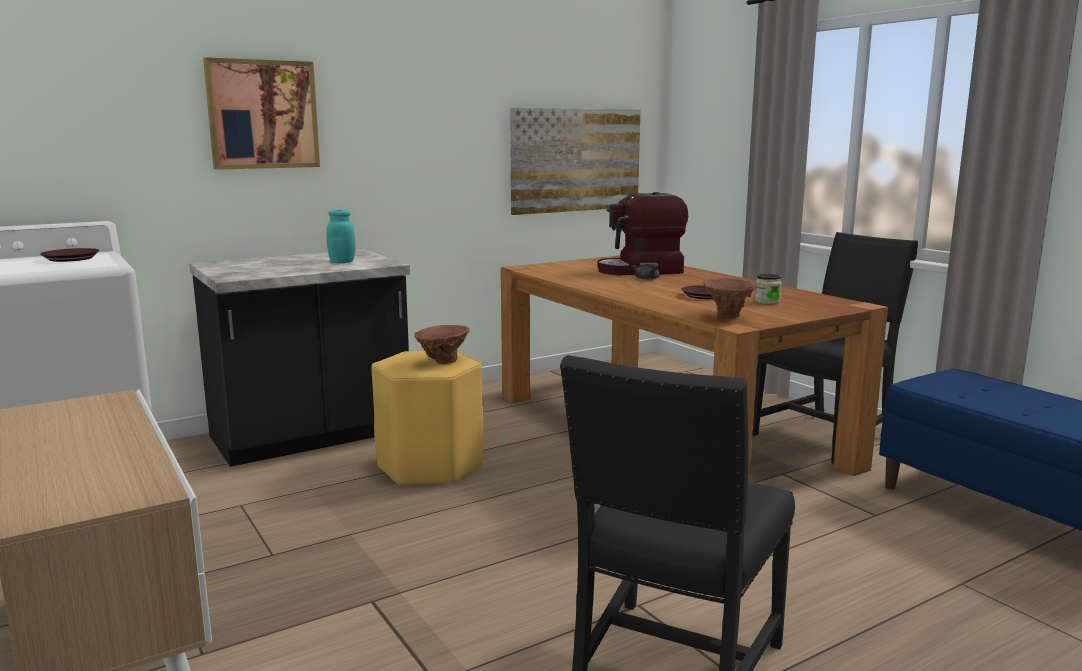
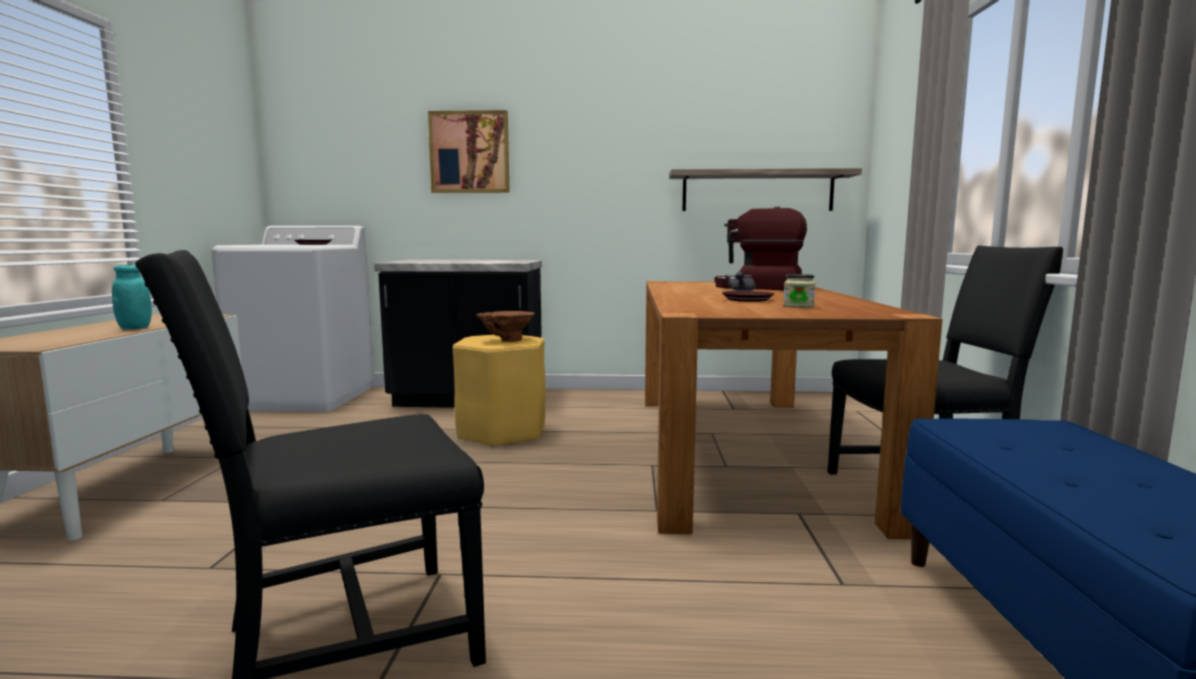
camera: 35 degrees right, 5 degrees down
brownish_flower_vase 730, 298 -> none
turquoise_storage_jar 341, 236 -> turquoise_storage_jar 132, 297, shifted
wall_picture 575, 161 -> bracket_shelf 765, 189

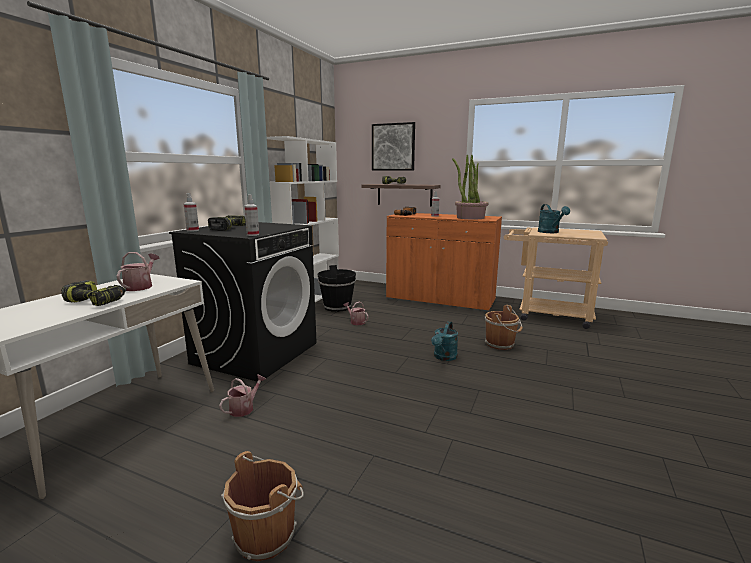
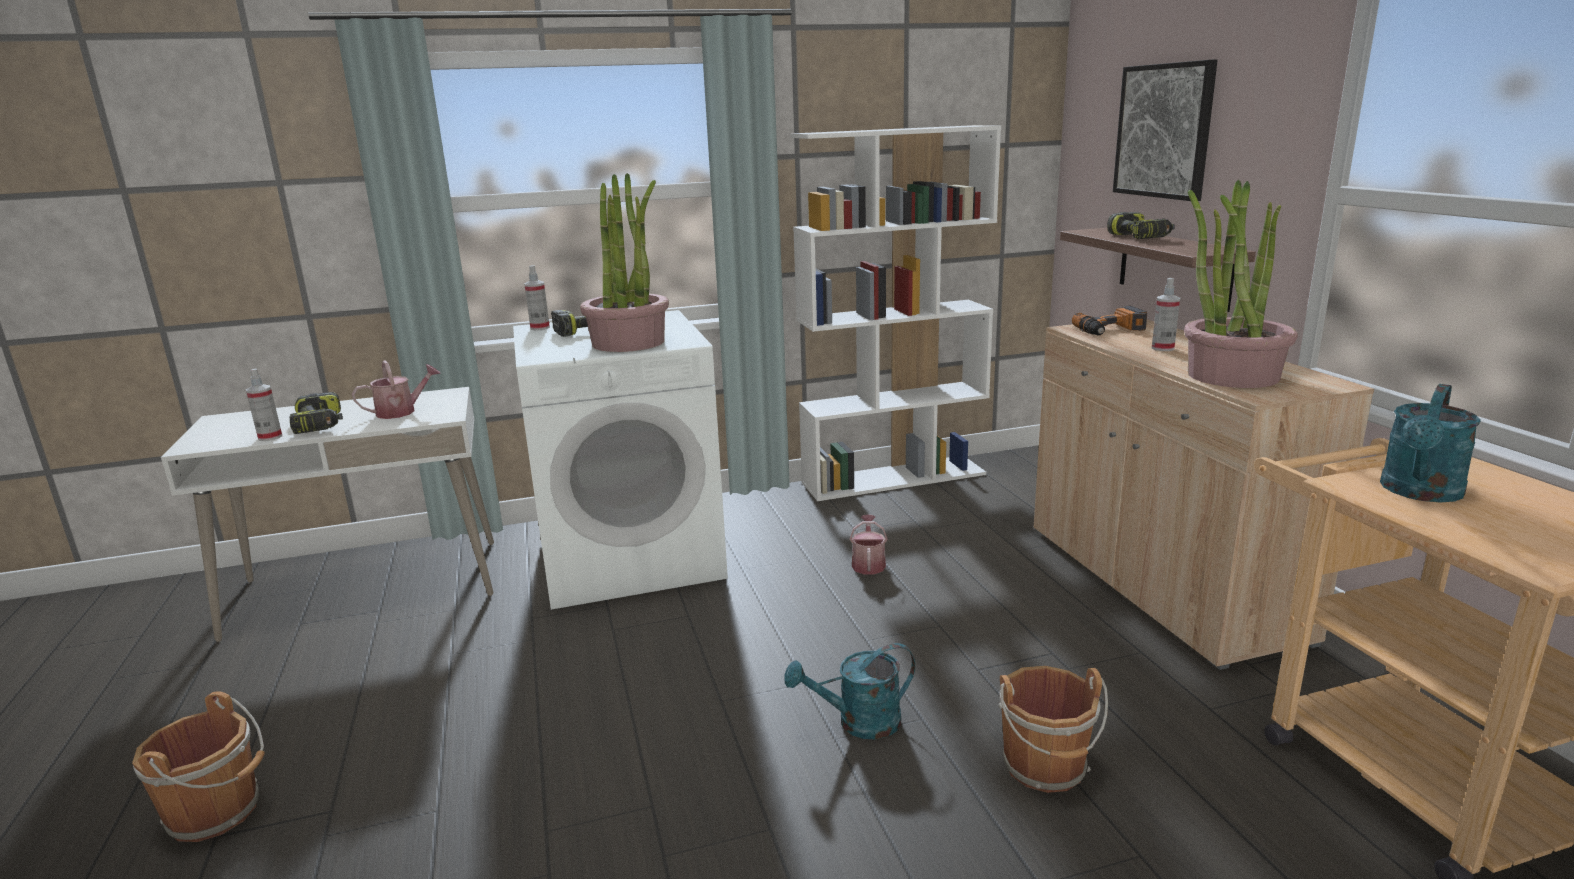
camera: 50 degrees right, 5 degrees up
sprinkling_can 242, 395 -> none
black-coloured_bucket 336, 288 -> none
none -> houseplant 624, 262
spray_bottle 251, 215 -> spray_bottle 264, 404, shifted
black-coloured_washing_machine 243, 302 -> whitish_washing_machine 620, 460
orange_cabinet 444, 262 -> beige_cabinet 1204, 494

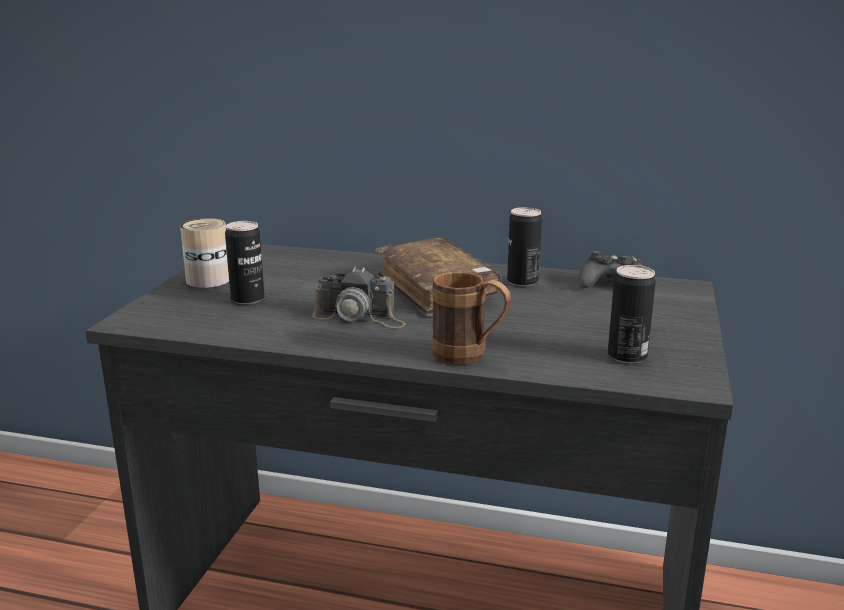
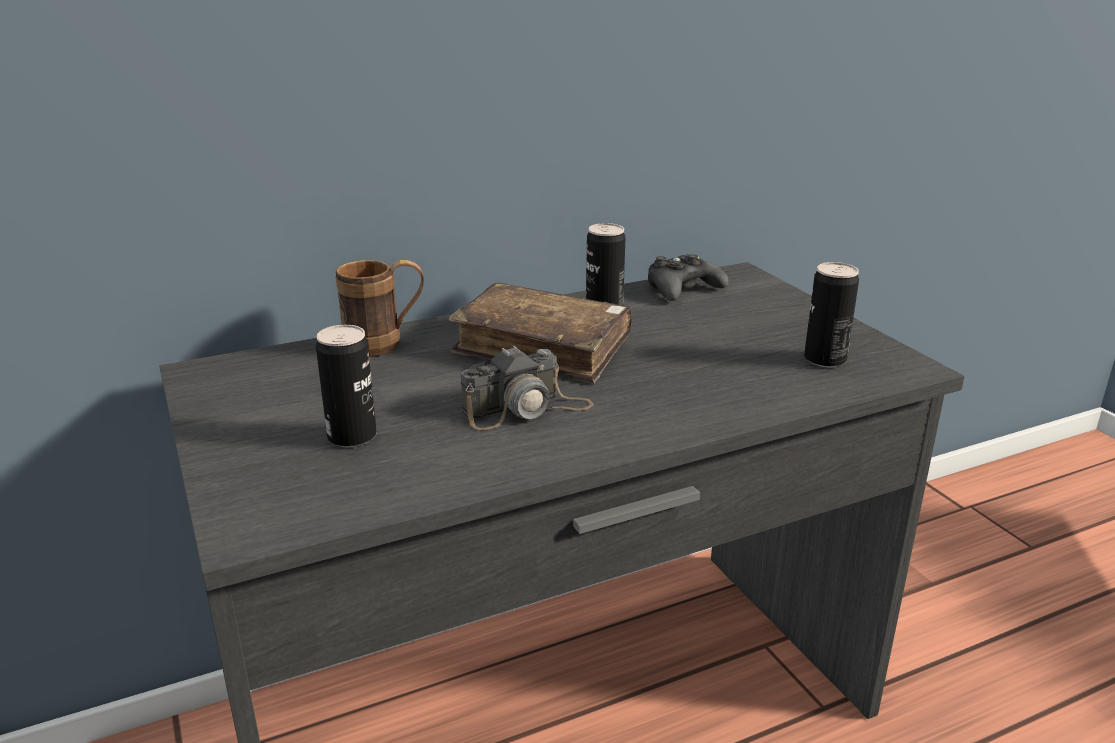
camera: 40 degrees left, 5 degrees up
sealed_can 204, 253 -> none
brownish_mug 471, 318 -> brownish_mug 380, 308, shifted

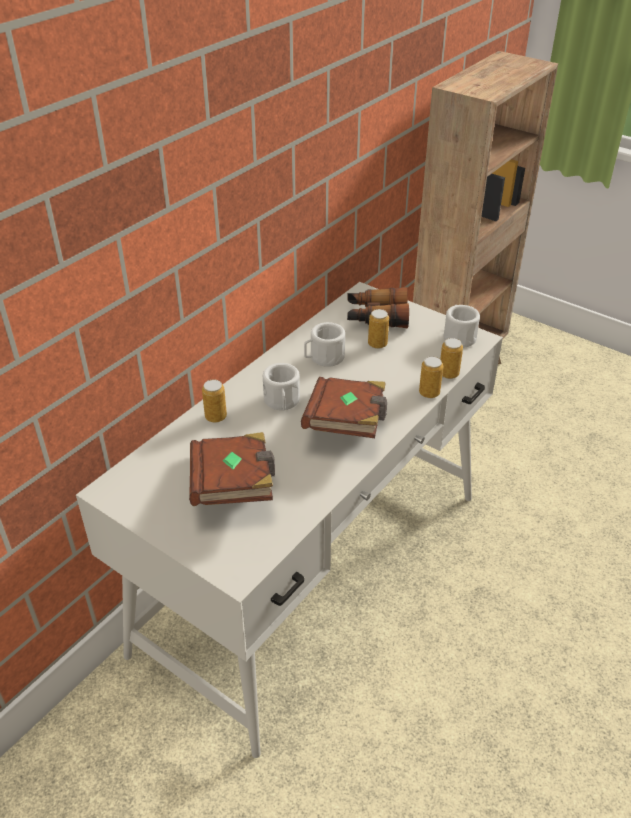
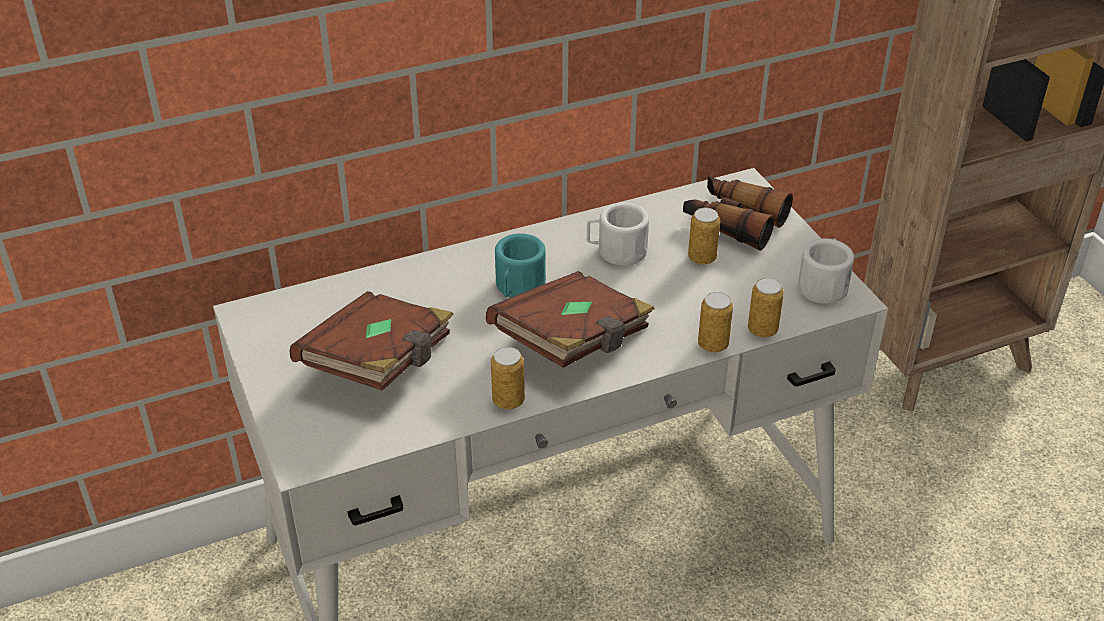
camera: 30 degrees right, 0 degrees up
sealed_can 214, 401 -> sealed_can 508, 378, shifted
whitish_mug 281, 386 -> turquoise_mug 520, 265

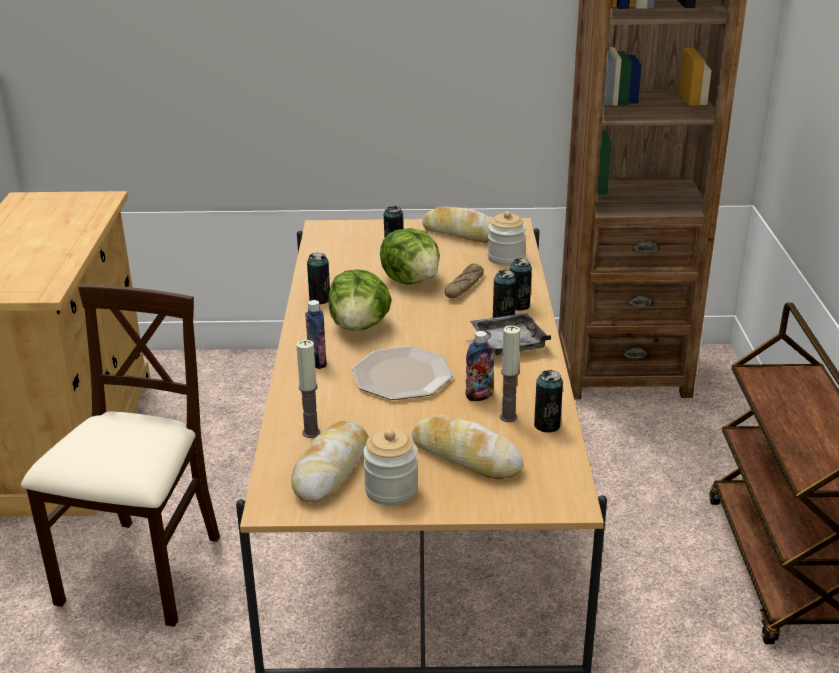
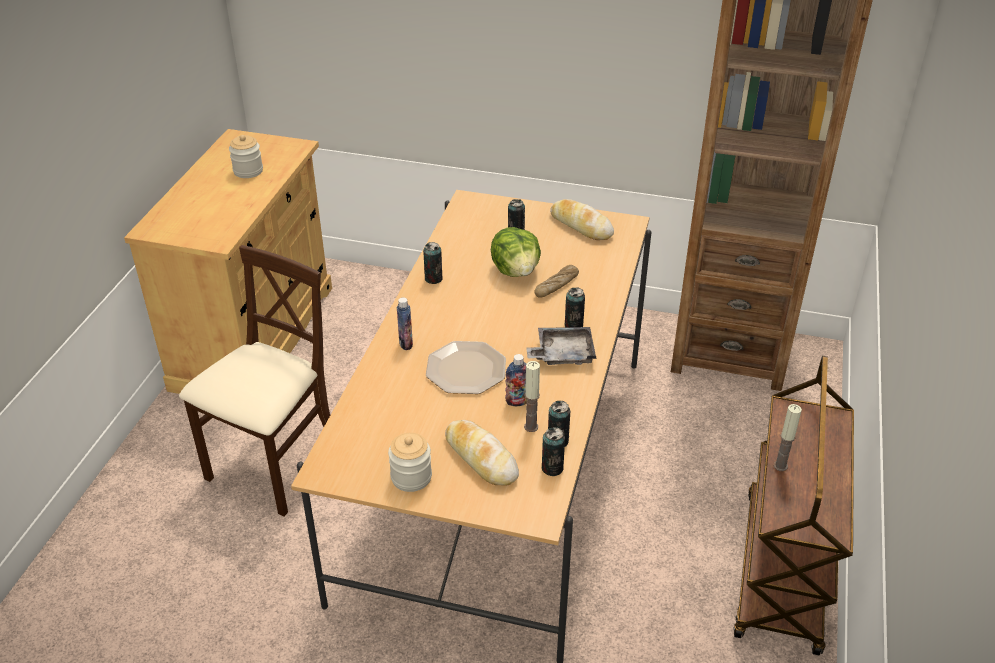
camera: 15 degrees right, 10 degrees up
bread 330, 461 -> none
head_of_lettuce 360, 300 -> none
candle 308, 389 -> candle 788, 437, shifted
storage_jar 507, 238 -> storage_jar 246, 156, shifted
sealed_can 521, 284 -> sealed_can 553, 451, shifted

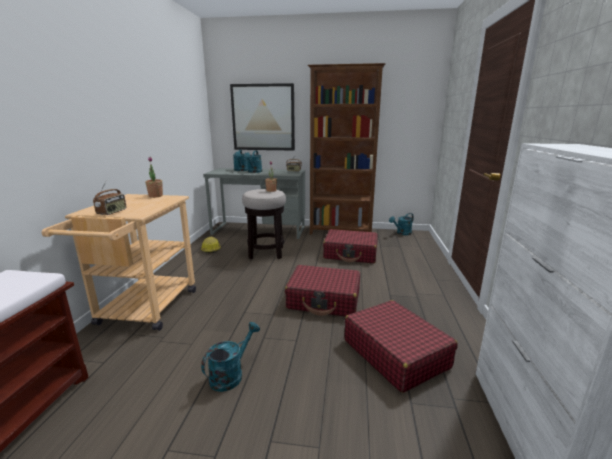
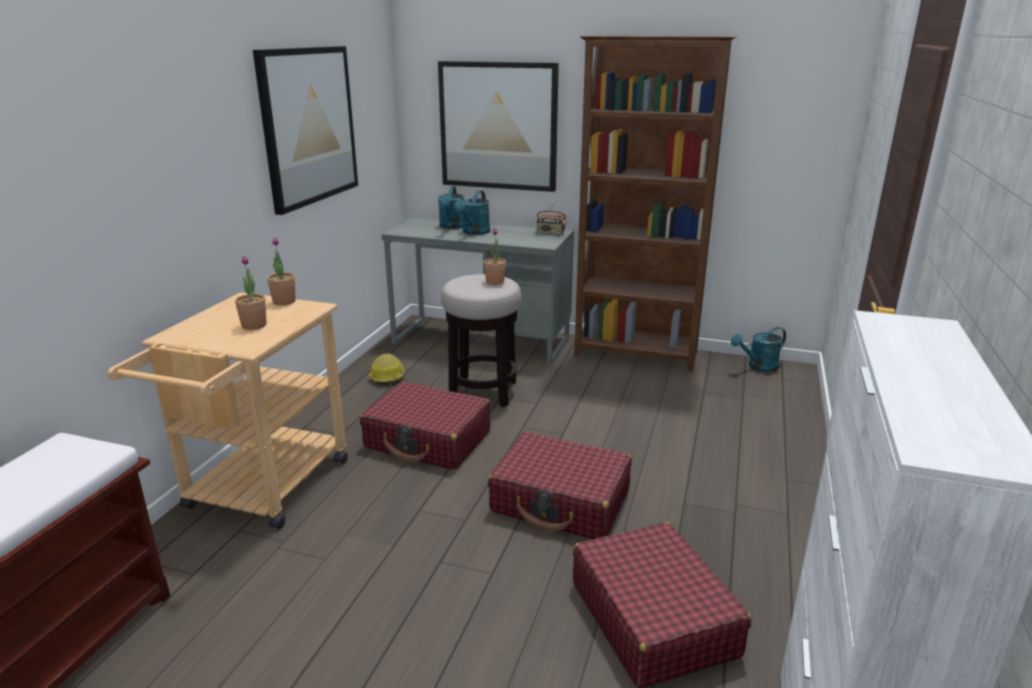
camera: 10 degrees right, 5 degrees up
radio_receiver 109, 197 -> none
turquoise_sprinkling_can 230, 357 -> none
none -> houseplant 251, 293
none -> wall_picture 305, 130
red_travel_case 350, 246 -> red_travel_case 425, 425, shifted

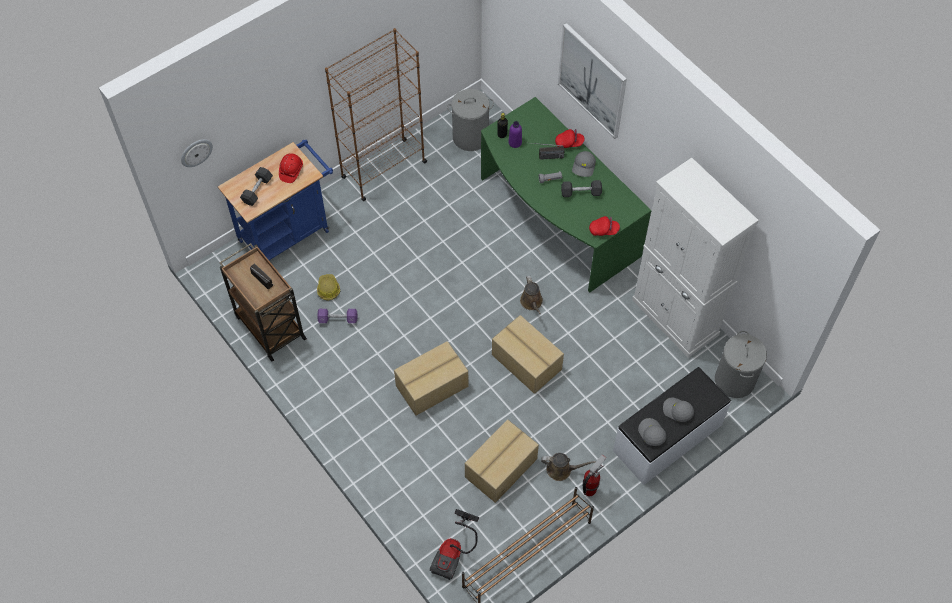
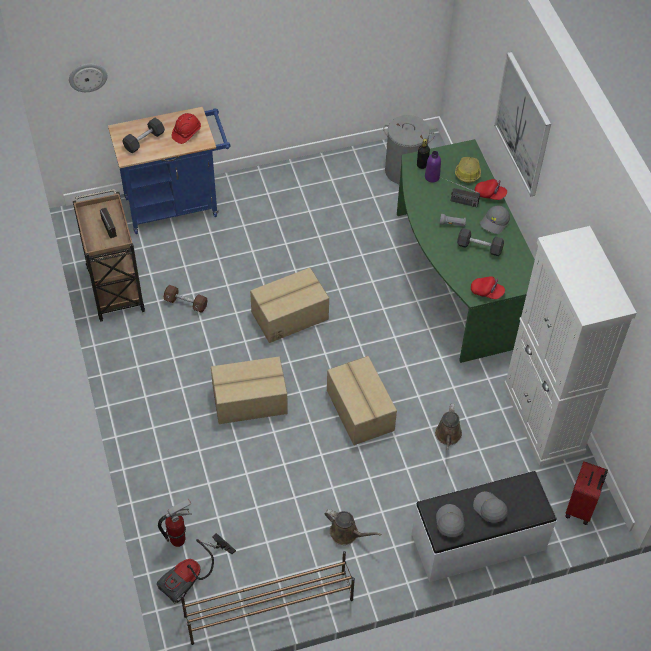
camera: 20 degrees right, 5 degrees down
brownish_bookshelf 376, 114 -> none
safety_helmet 328, 287 -> safety_helmet 468, 170, shifted
cardboard_box 502, 461 -> cardboard_box 289, 305, shifted
brownish_sprinkling_can 531, 295 -> brownish_sprinkling_can 448, 427, shifted
fire-fighting_cylinder 595, 475 -> fire-fighting_cylinder 175, 522, shifted
gray_washing_basket 741, 364 -> red_travel_case 586, 493
purple_free_weight 337, 316 -> brownish_free_weight 186, 299

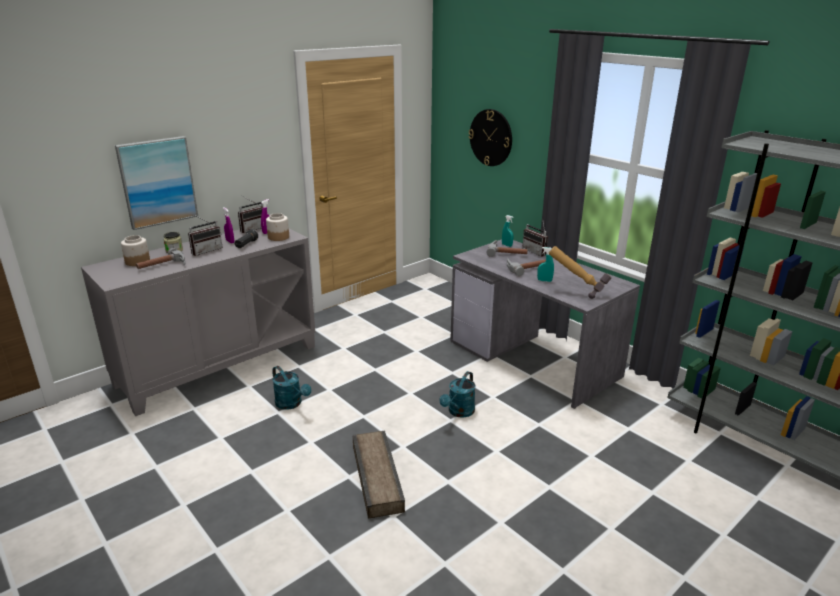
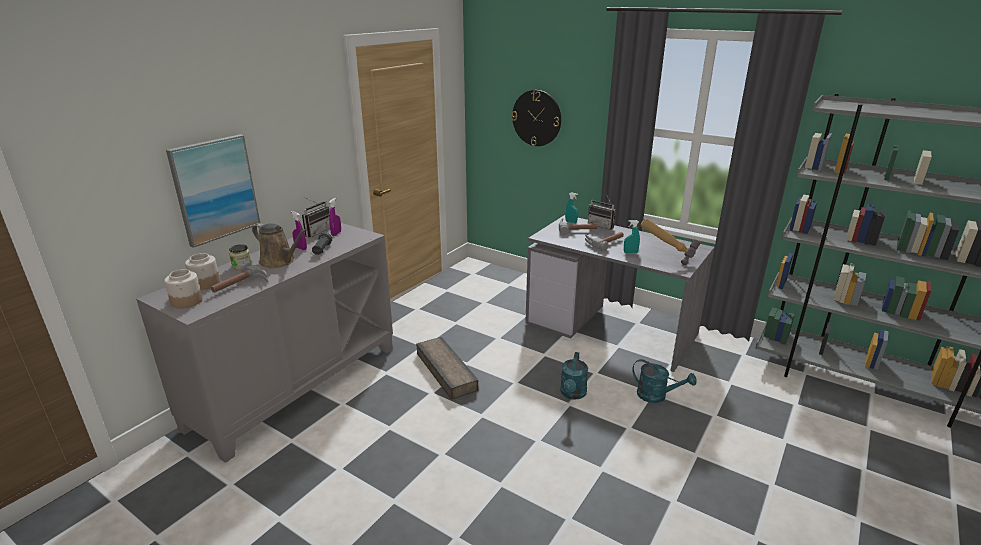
camera: 15 degrees left, 0 degrees up
storage_jar 277, 227 -> storage_jar 183, 289, shifted
turquoise_sprinkling_can 291, 388 -> turquoise_sprinkling_can 664, 381, shifted
shipping_crate 378, 474 -> shipping_crate 447, 368, shifted
radio_receiver 205, 235 -> brownish_sprinkling_can 279, 245

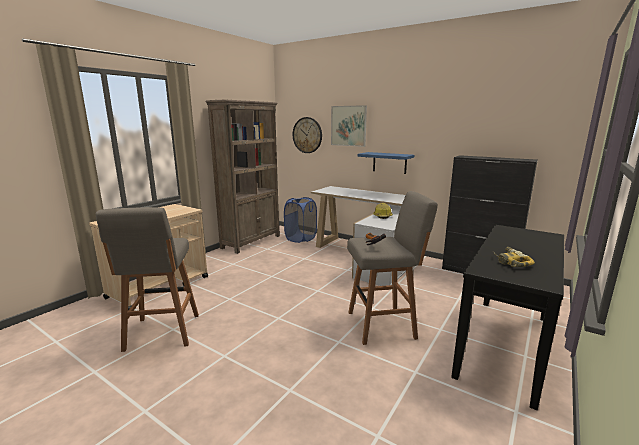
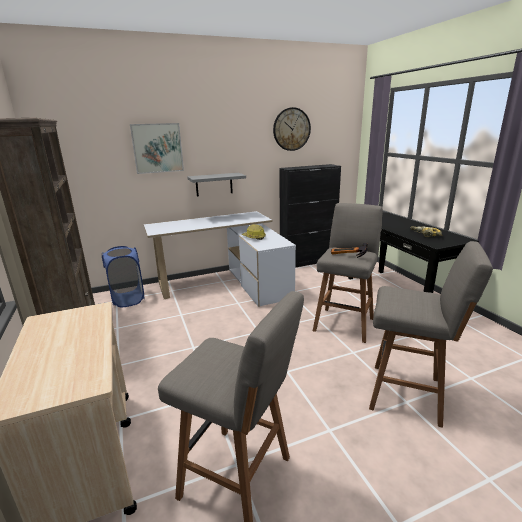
camera: 55 degrees left, 5 degrees up
none -> gray_sitting_stool 431, 334
clock_on_the_wall 307, 135 -> clock_on_the_wall 292, 129, shifted
bluish_bracket_shelf 386, 163 -> gray_bracket_shelf 216, 184

